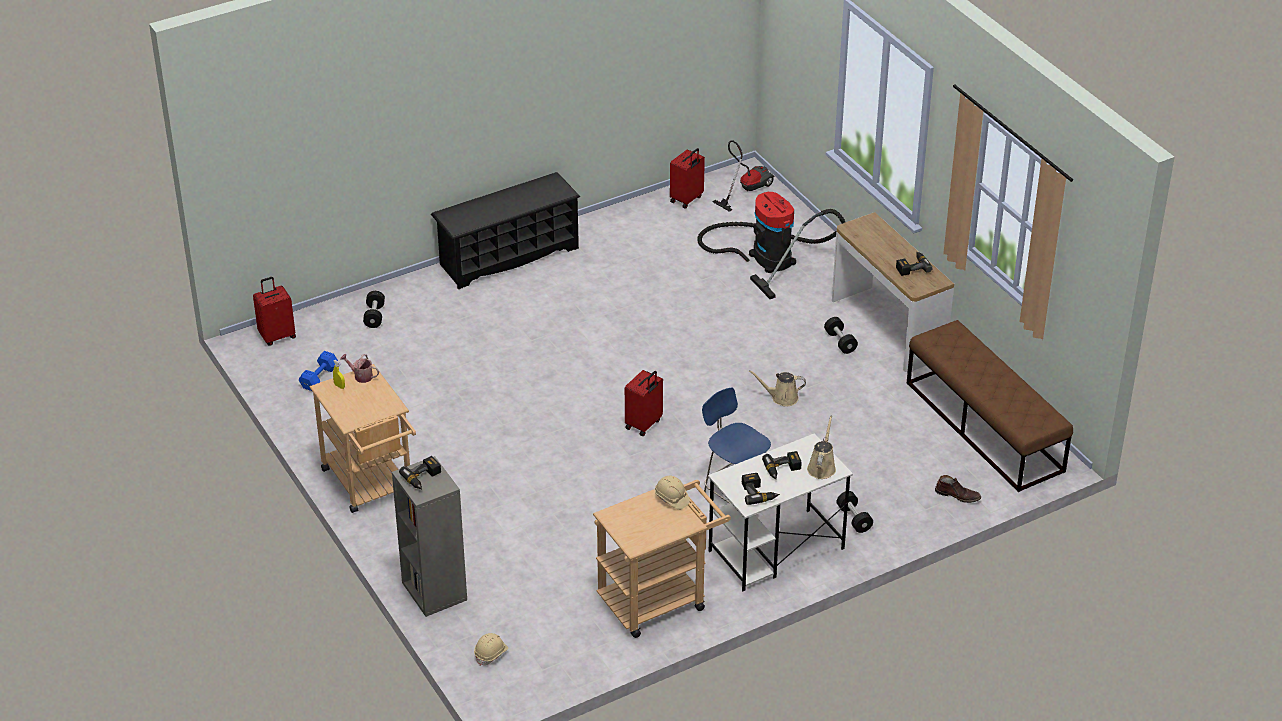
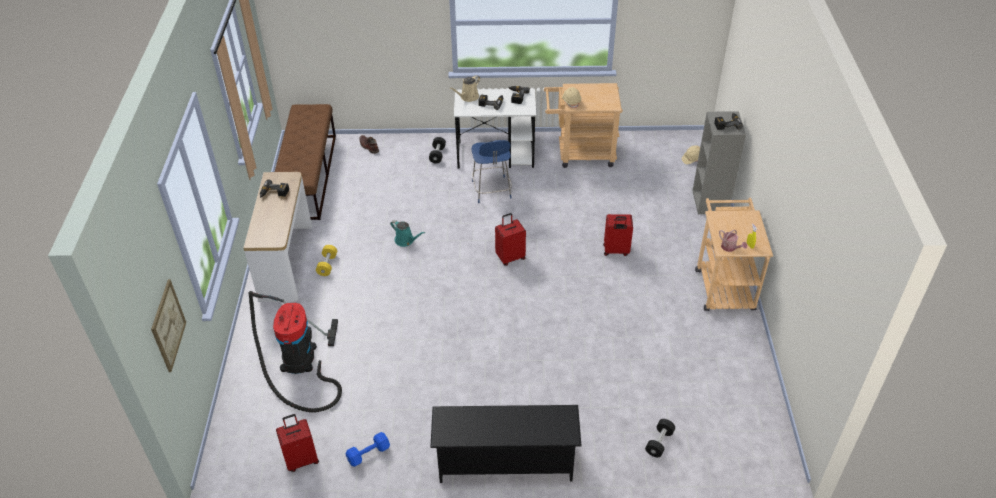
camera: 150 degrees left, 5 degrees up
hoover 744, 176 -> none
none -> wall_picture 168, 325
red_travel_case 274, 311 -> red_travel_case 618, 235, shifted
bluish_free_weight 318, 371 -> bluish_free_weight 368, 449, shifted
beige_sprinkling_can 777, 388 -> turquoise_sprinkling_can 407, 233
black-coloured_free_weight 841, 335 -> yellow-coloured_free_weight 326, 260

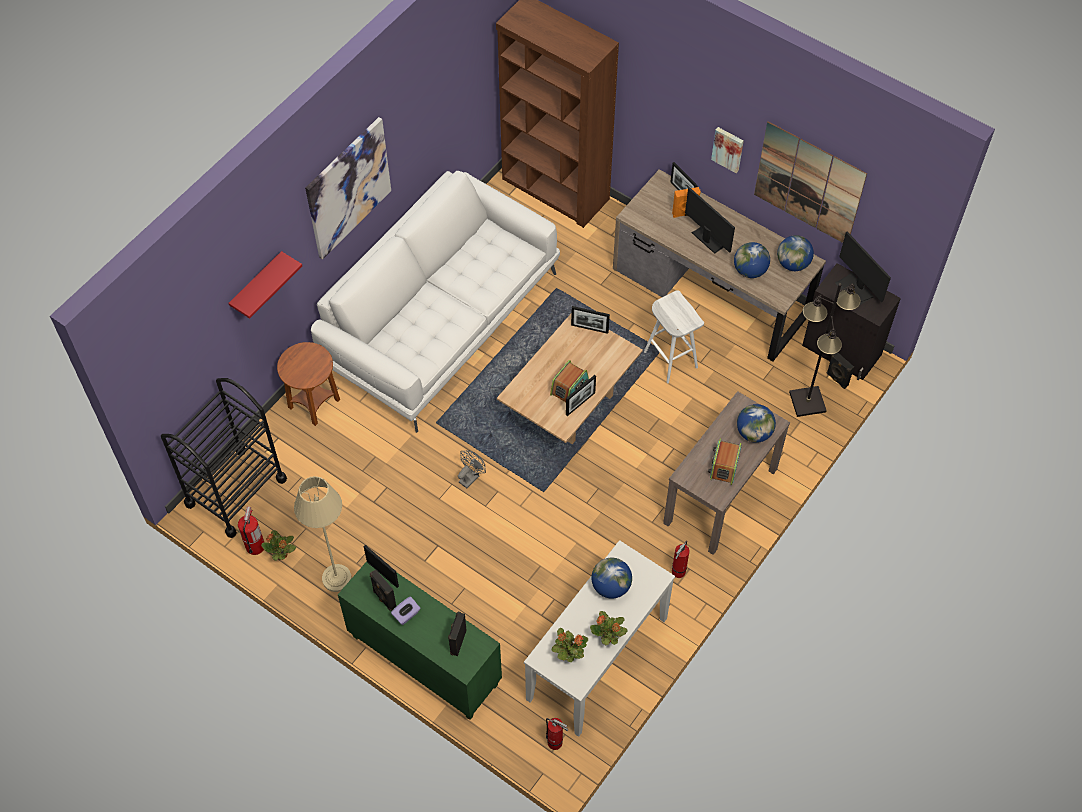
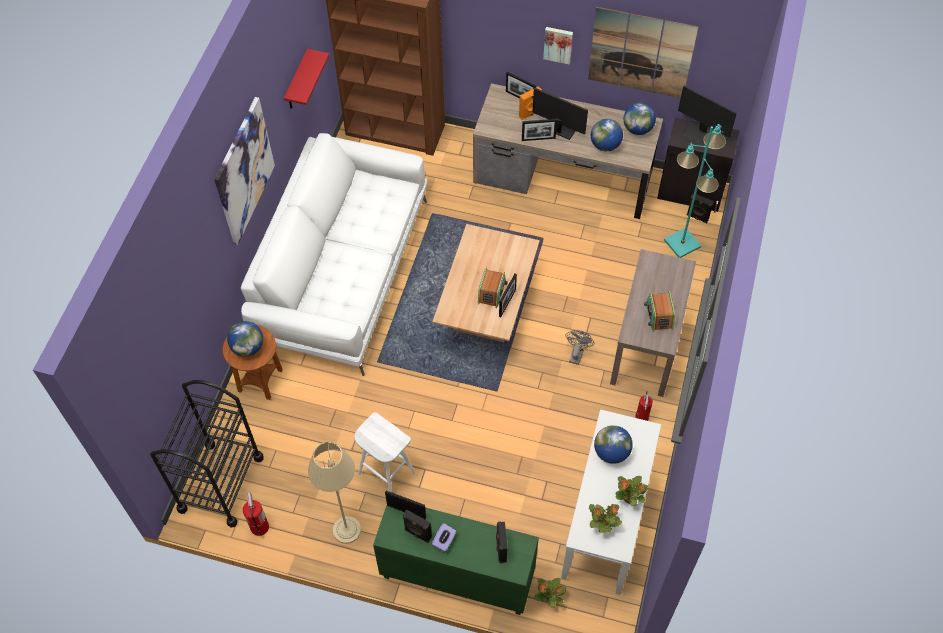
camera: 20 degrees left, 0 degrees up
fire-fighting_cylinder 557, 734 -> none
red_bracket_shelf 265, 285 -> red_bracket_shelf 307, 79, shifted
houseplant 278, 545 -> houseplant 551, 593, shifted
gray_electric_fan 472, 469 -> gray_electric_fan 580, 347, shifted
photo_frame 590, 320 -> photo_frame 539, 130, shifted
whitish_sitting_stool 674, 336 -> whitish_sitting_stool 384, 452, shifted
desk_globe 756, 423 -> desk_globe 245, 339, shifted
black-coloured_floor_lamp 825, 350 -> turquoise_floor_lamp 695, 191

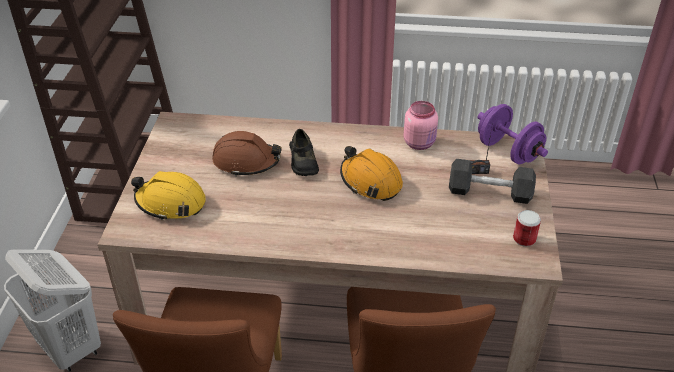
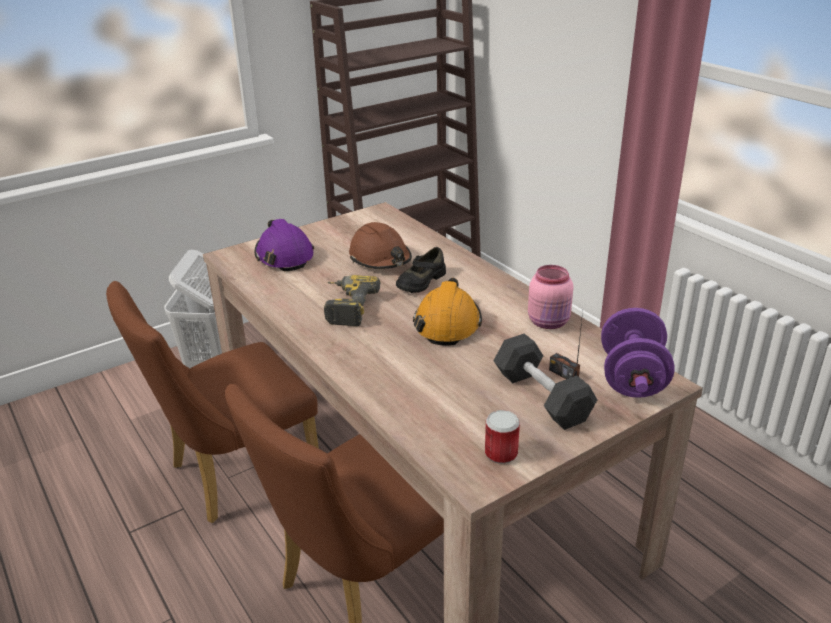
camera: 50 degrees right, 10 degrees down
none -> power_drill 352, 300
yellow-coloured_safety_helmet 168, 196 -> purple_safety_helmet 284, 245

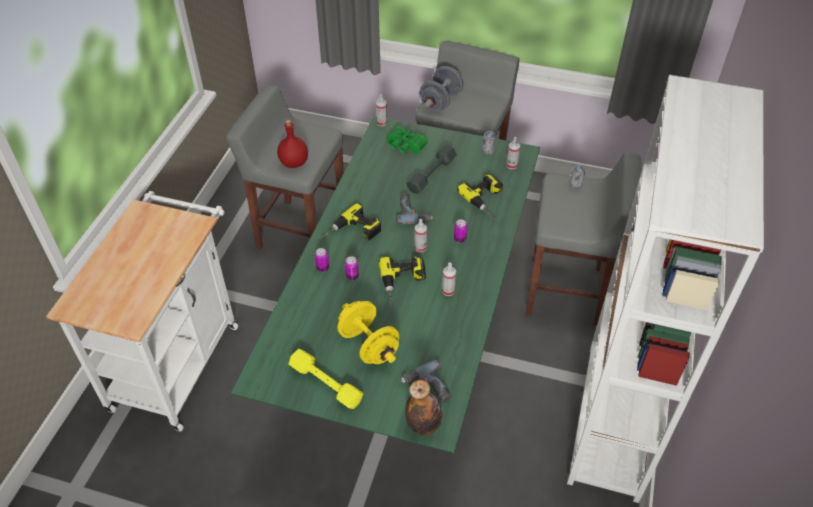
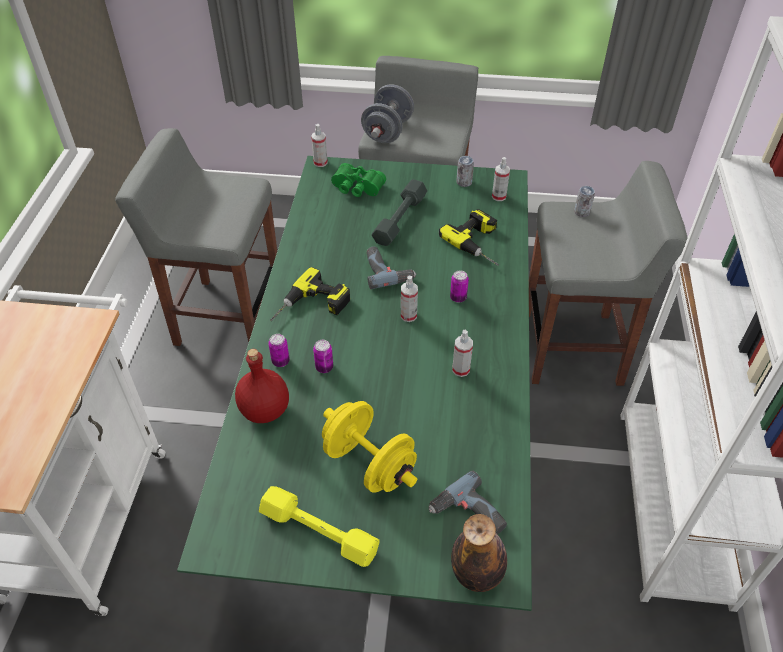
camera: 10 degrees left, 0 degrees up
power_drill 402, 281 -> none
red_bottle 292, 144 -> red_bottle 262, 386, shifted

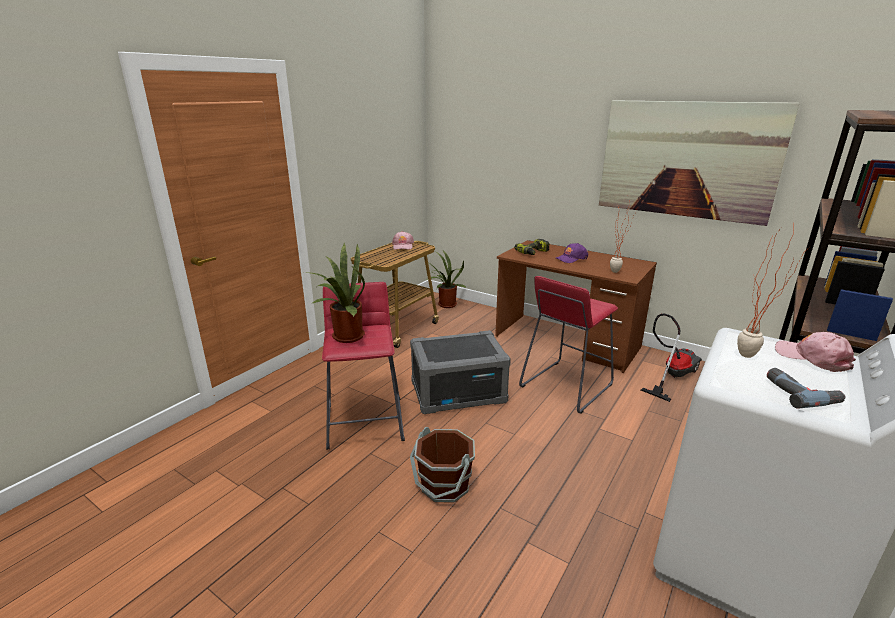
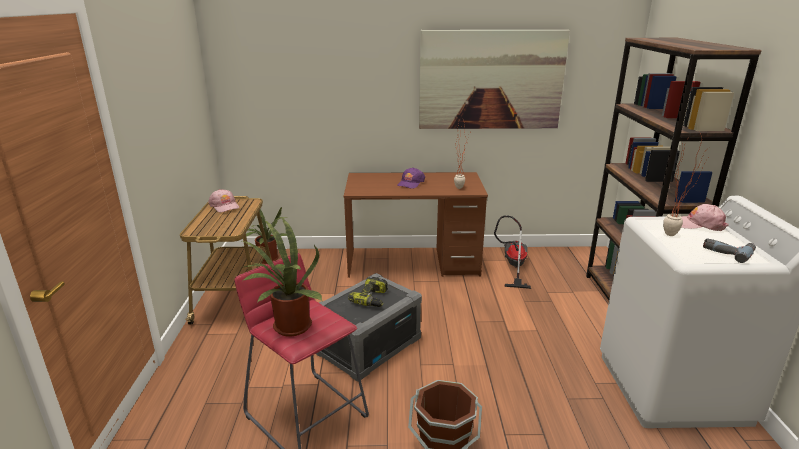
camera: 35 degrees left, 0 degrees up
red_sitting_stool 568, 345 -> none
power_drill 532, 247 -> power_drill 368, 292, shifted

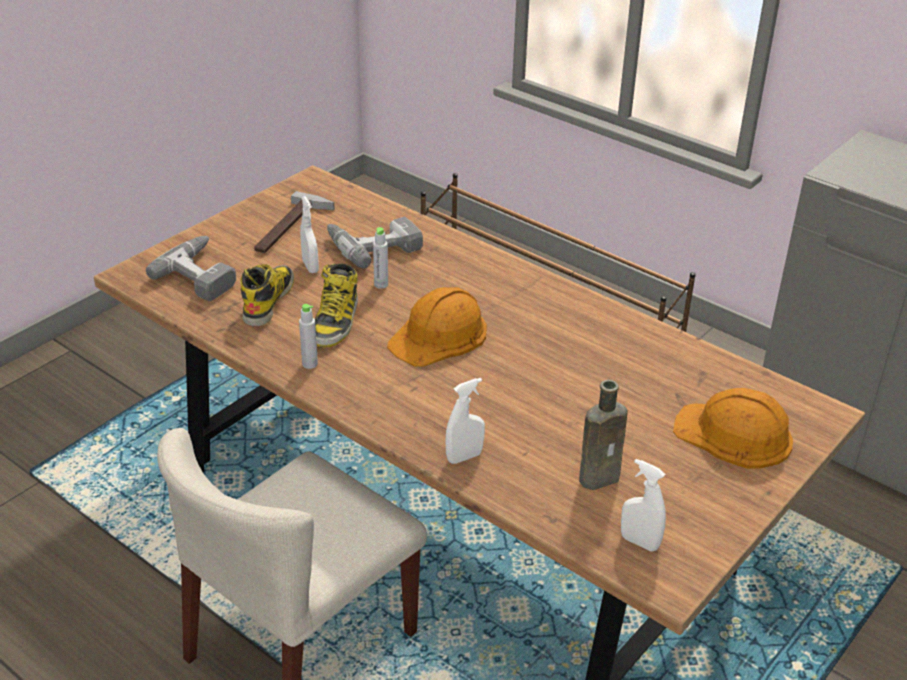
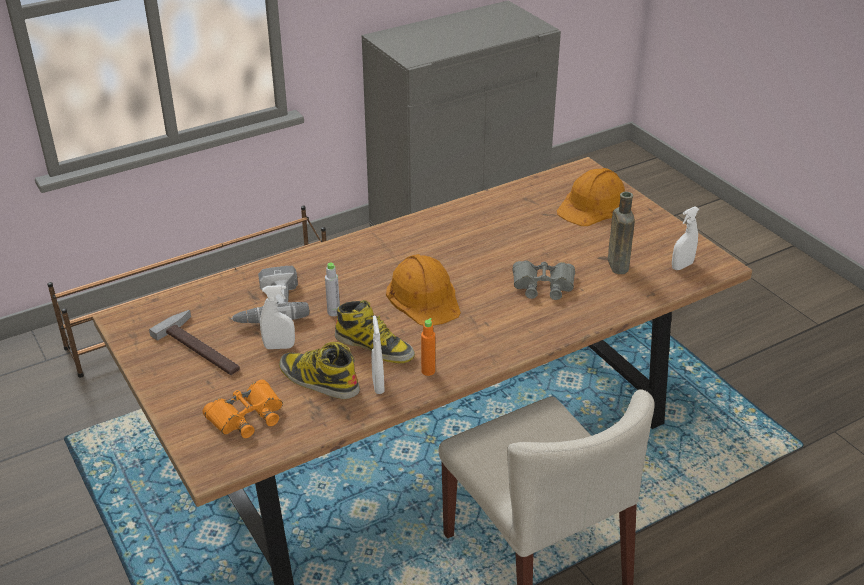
camera: 70 degrees left, 0 degrees up
none -> gray_binoculars 543, 280
whitish_spray_bottle 465, 421 -> whitish_spray_bottle 378, 354, shifted
power_drill 191, 268 -> orange_binoculars 243, 409
gray_bottle 308, 336 -> orange_bottle 428, 347

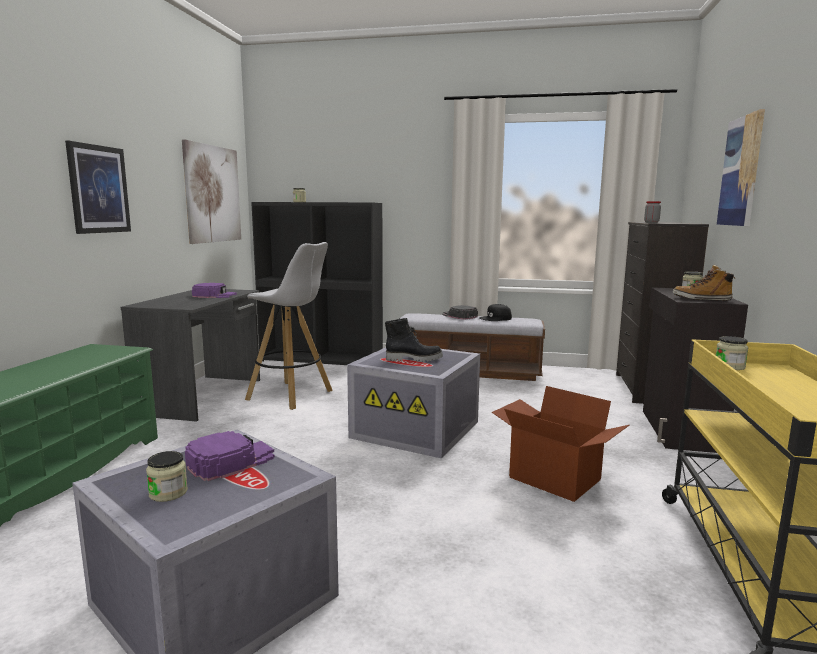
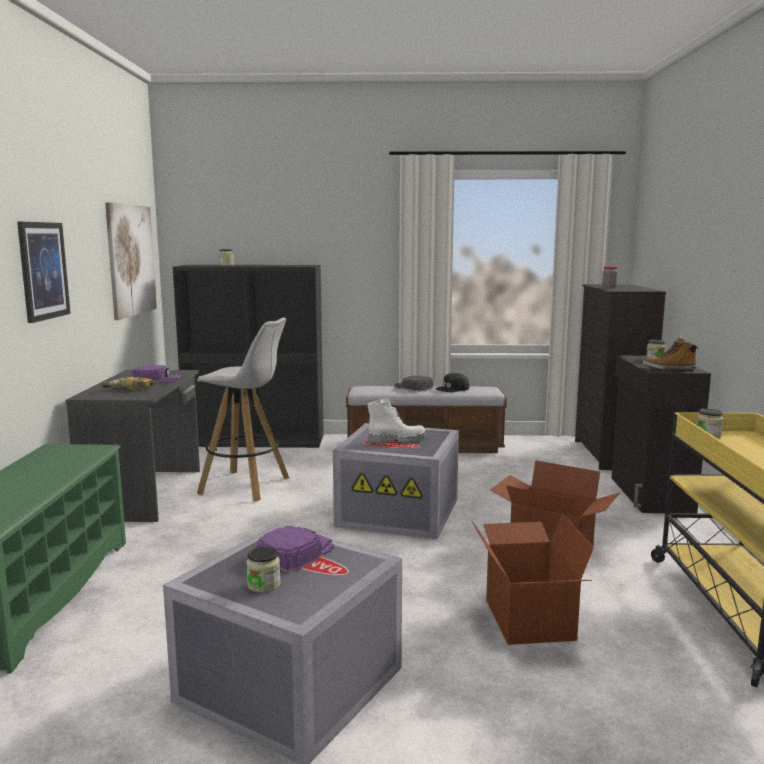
camera: 10 degrees left, 0 degrees up
wall_picture 741, 167 -> none
none -> power_drill 131, 384
none -> cardboard_box 532, 579
black-coloured_high-top_boot 414, 340 -> whitish_high-top_boot 397, 421

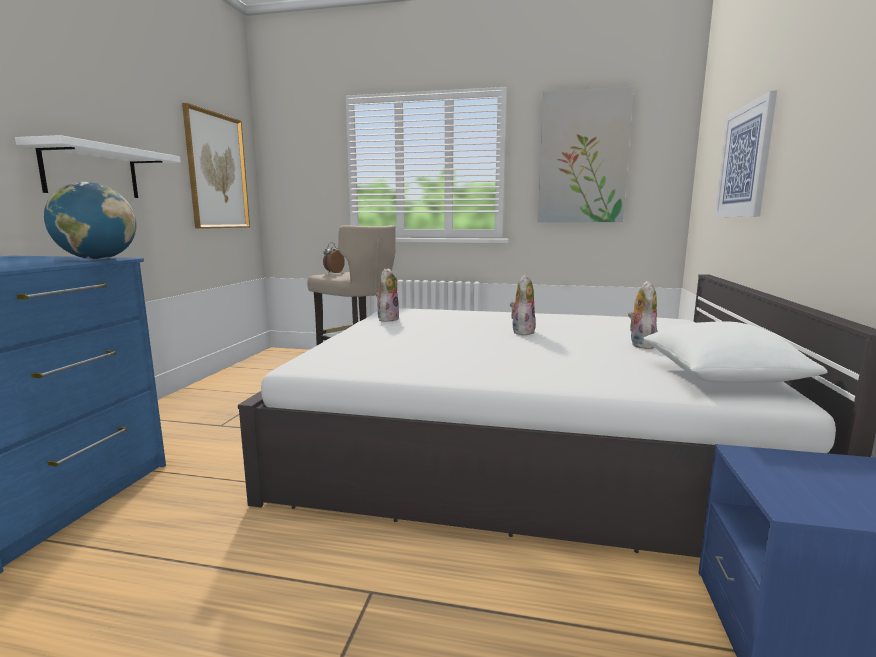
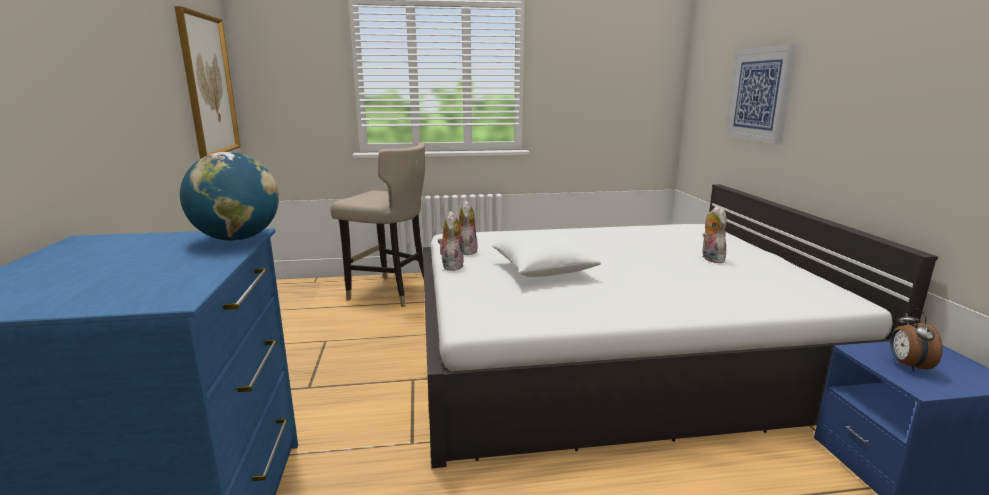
camera: 20 degrees left, 5 degrees up
whitish_bracket_shelf 98, 166 -> none
wall_picture 586, 154 -> none
bedside_clock 334, 257 -> bedside_clock 916, 340, shifted
soft_toy 523, 304 -> soft_toy 451, 241, shifted
whitish_cushion 735, 352 -> whitish_cushion 546, 253, shifted

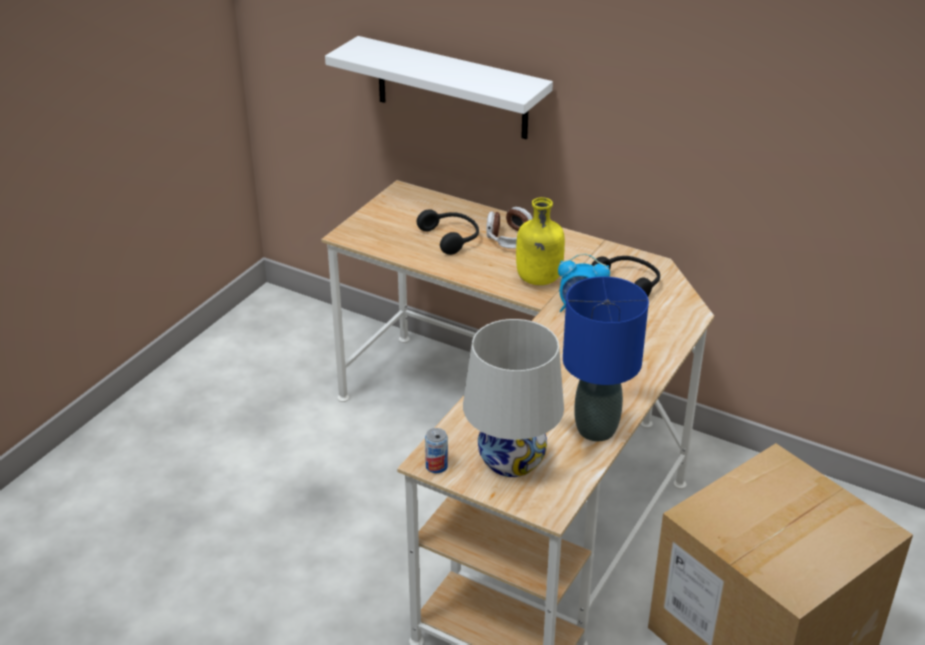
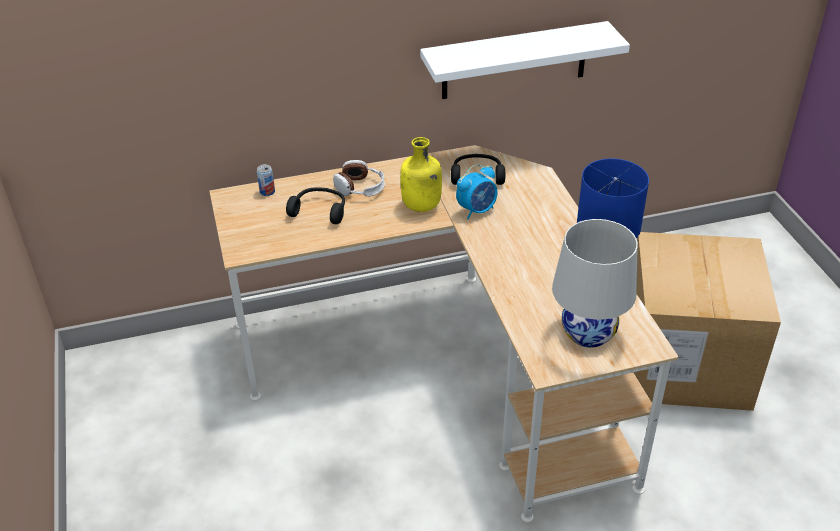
camera: 45 degrees left, 5 degrees up
whitish_bracket_shelf 439, 87 -> whitish_bracket_shelf 525, 60, shifted
sealed_can 436, 450 -> sealed_can 266, 180, shifted

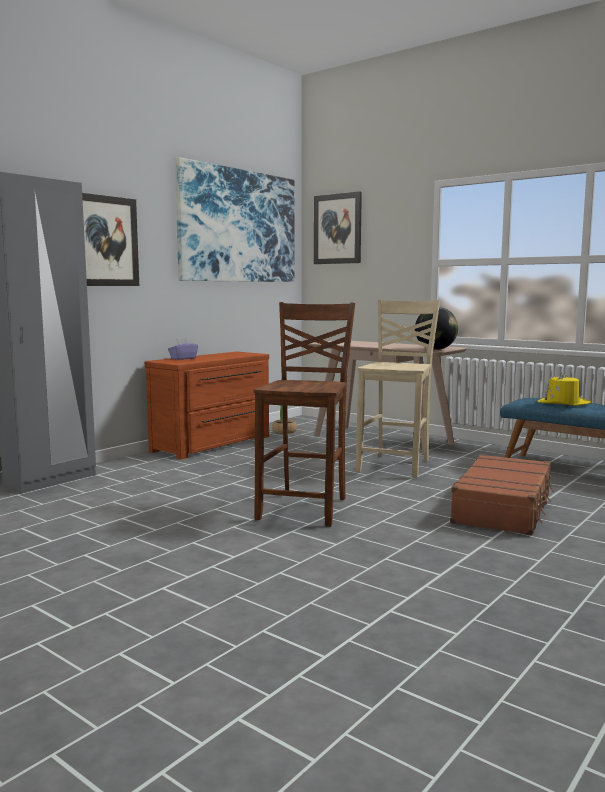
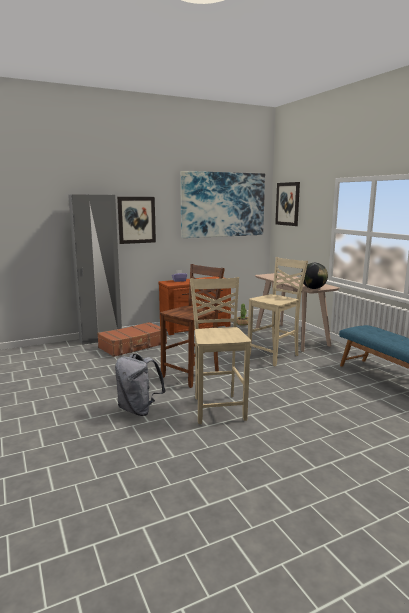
camera: 25 degrees right, 5 degrees up
yellow-coloured_hat 564, 389 -> none
none -> gray_backpack 140, 385
none -> beige_chair 220, 350
brownish_travel_case 502, 494 -> brownish_travel_case 132, 339, shifted

